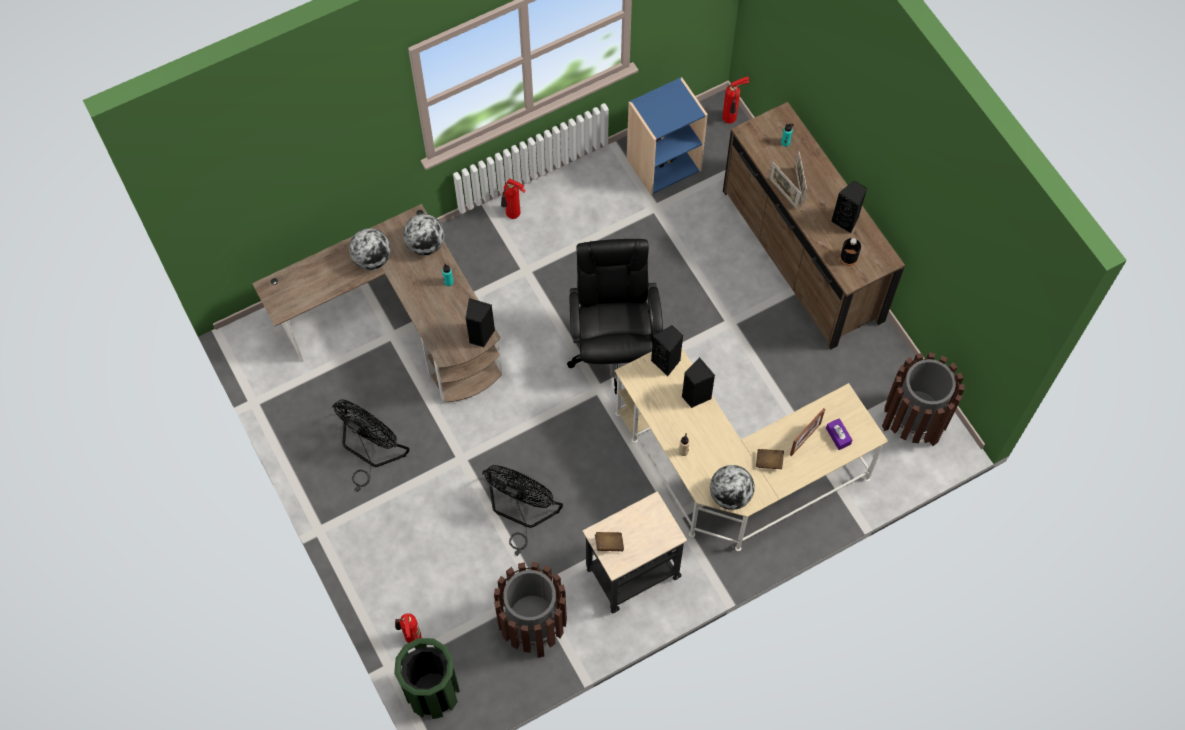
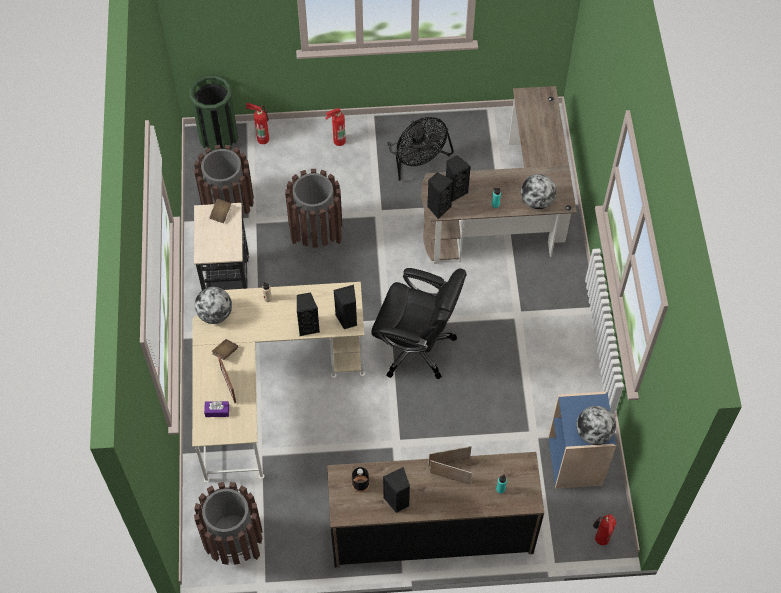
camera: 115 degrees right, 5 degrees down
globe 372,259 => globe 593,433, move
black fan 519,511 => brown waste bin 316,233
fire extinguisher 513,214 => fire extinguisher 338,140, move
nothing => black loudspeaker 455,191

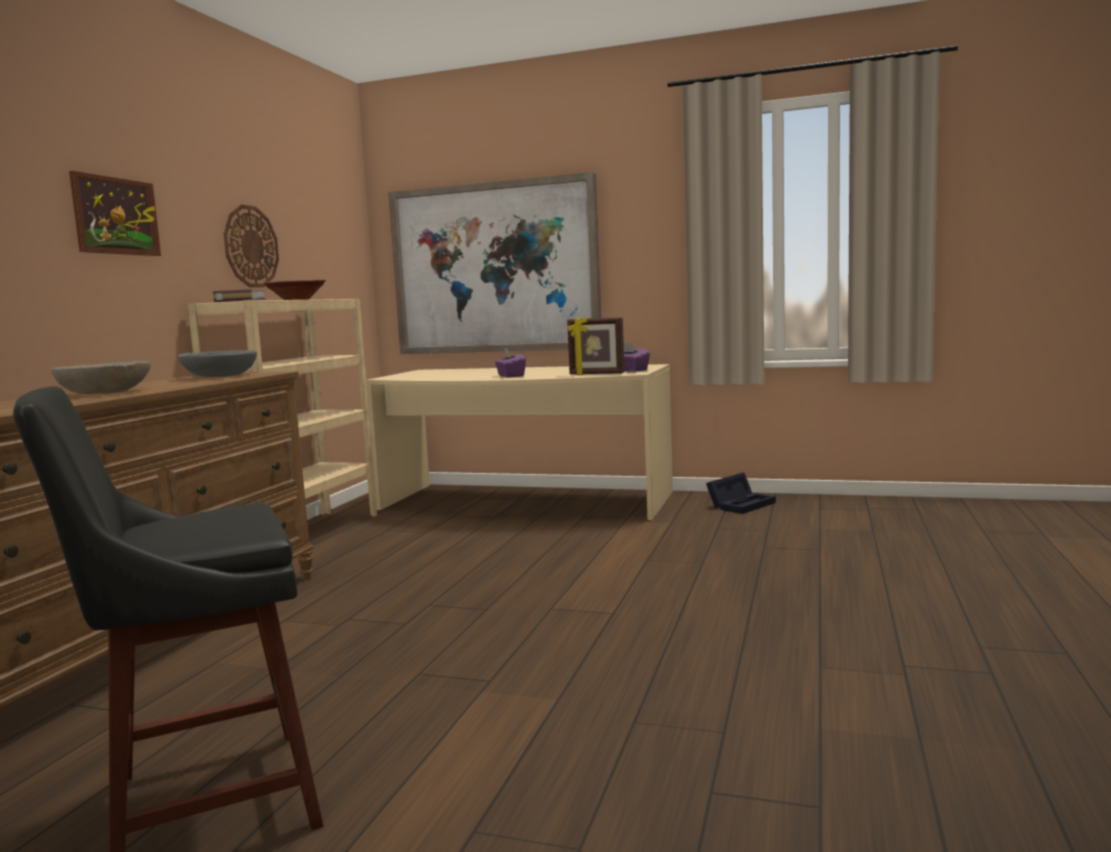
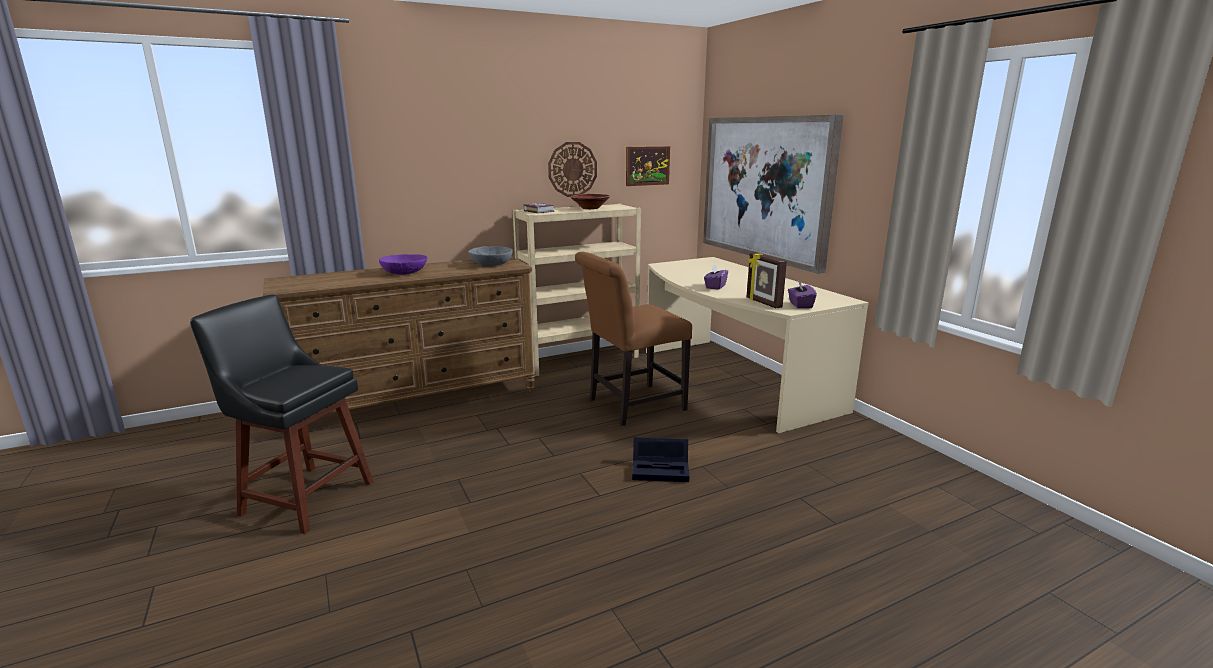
camera: 45 degrees right, 10 degrees up
grey serving bowl 106,392 => purple-coloured serving bowl 405,272
wall picture 116,216 => wall picture 647,166, move
black storage box 741,504 => black storage box 662,469, move
nothing => brown upright chair 630,406

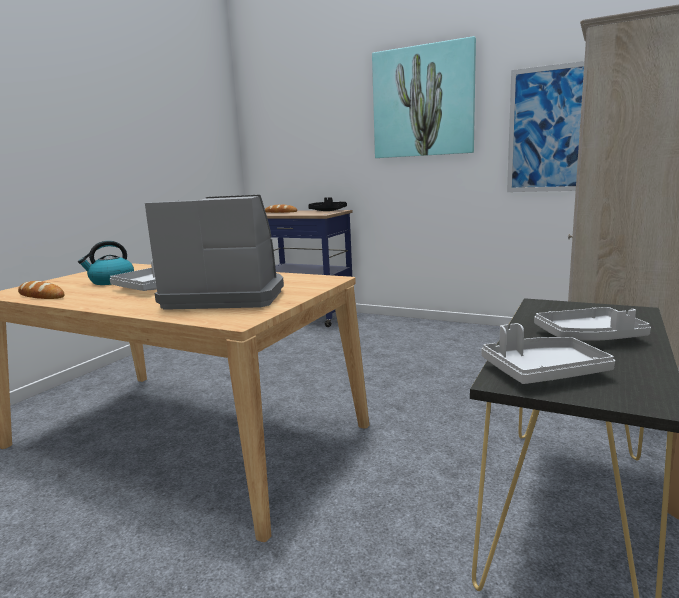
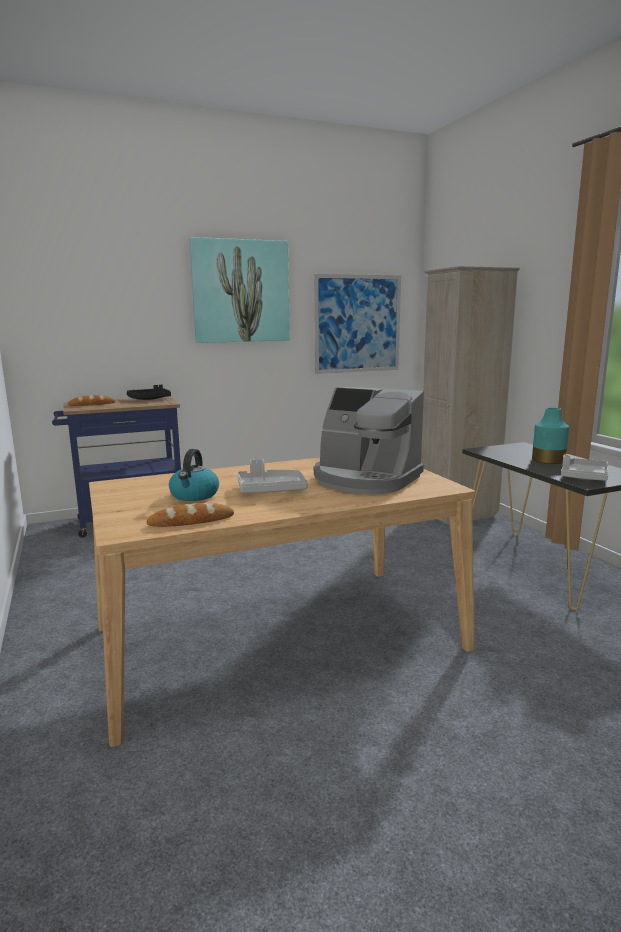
camera: 50 degrees left, 0 degrees up
coffee machine 225,296 => coffee machine 365,479, 105 degrees counterclockwise
grey carrying tray 589,337 => blue-green vase 548,460

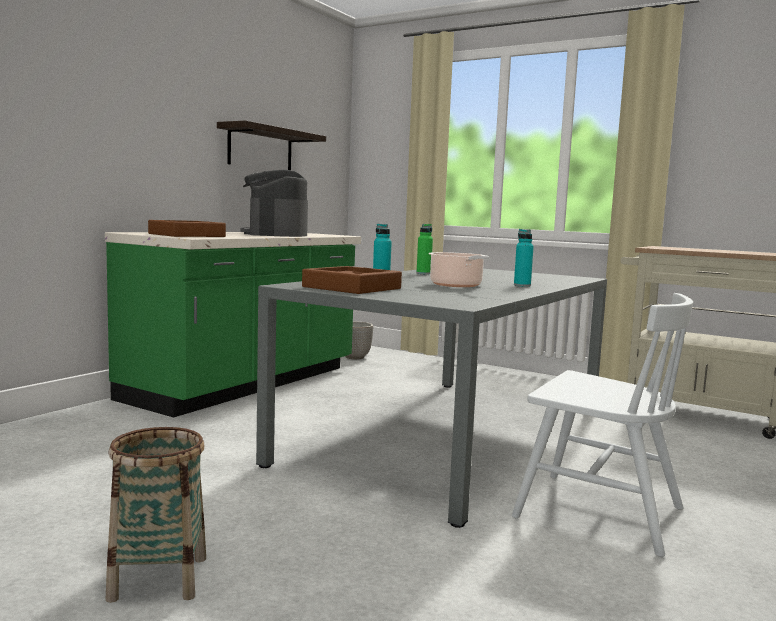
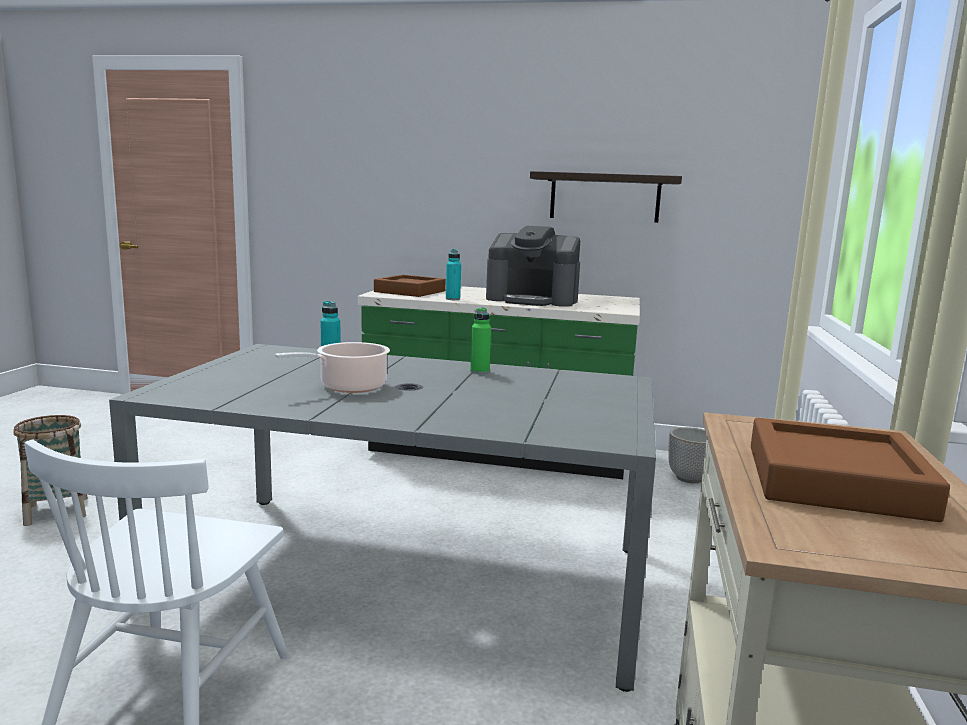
camera: 70 degrees right, 5 degrees up
coffee machine 275,234 => coffee machine 533,300, 135 degrees counterclockwise
brown carrying tray 352,288 => brown carrying tray 835,481, move
blue-green bottle 522,285 => blue-green bottle 452,299, move

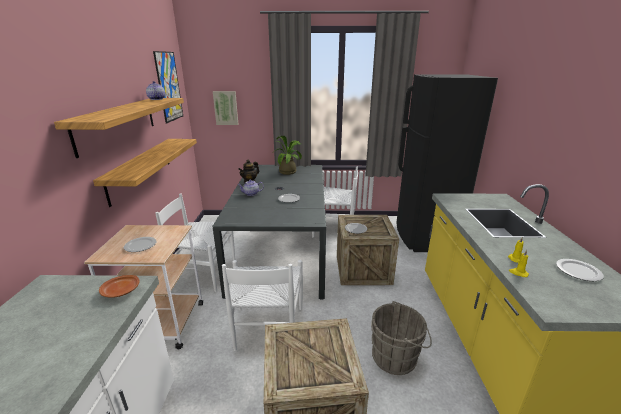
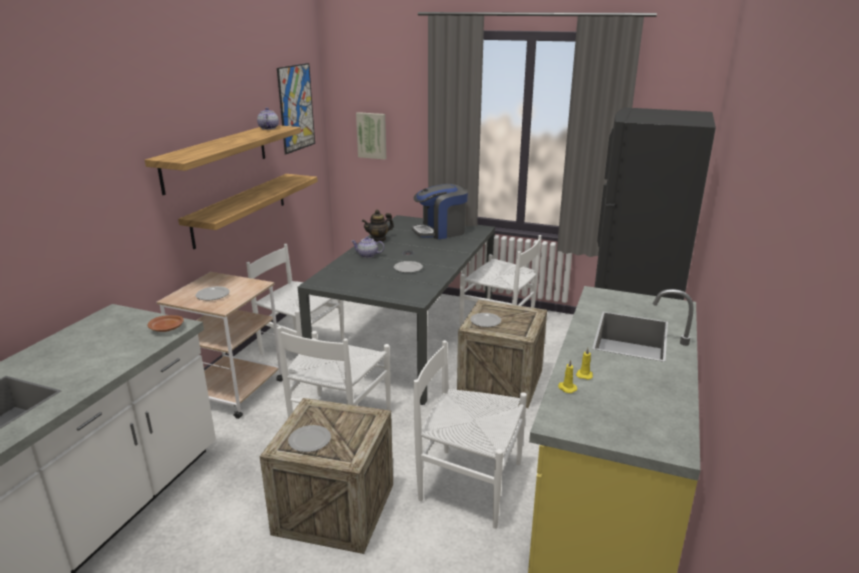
camera: 20 degrees right, 0 degrees up
houseplant 289,171 => coffee machine 440,231
grey bucket 397,357 => whitish upright chair 469,484
dinner plate 579,271 => dinner plate 310,440, move

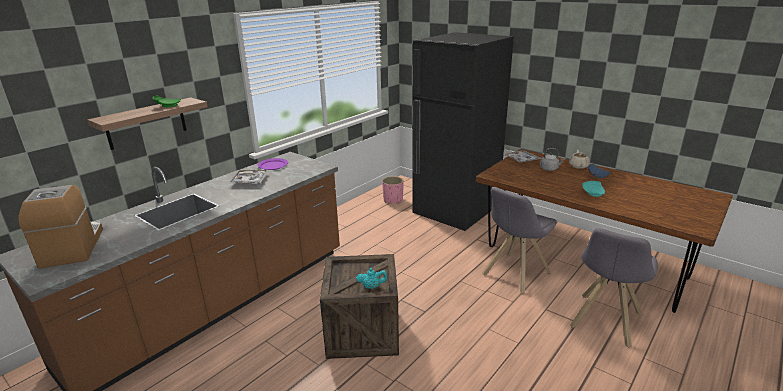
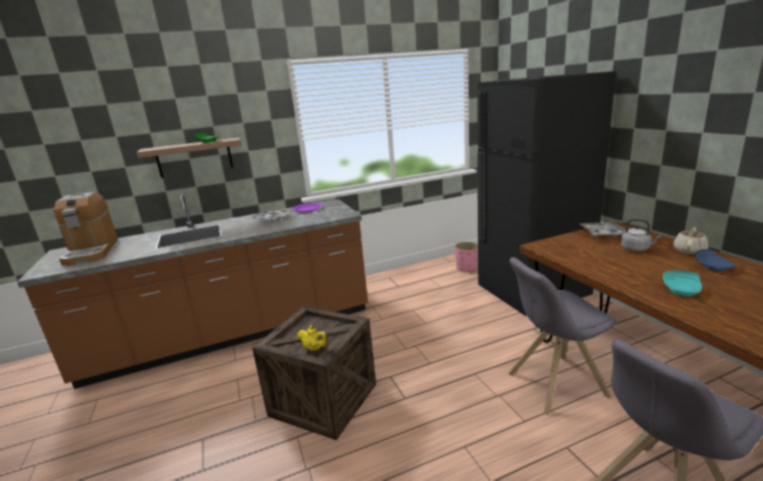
camera: 30 degrees right, 5 degrees down
coffee machine 72,247 => coffee machine 91,252, 150 degrees clockwise
blue-green tea pot 372,287 => yellowish tea pot 314,348

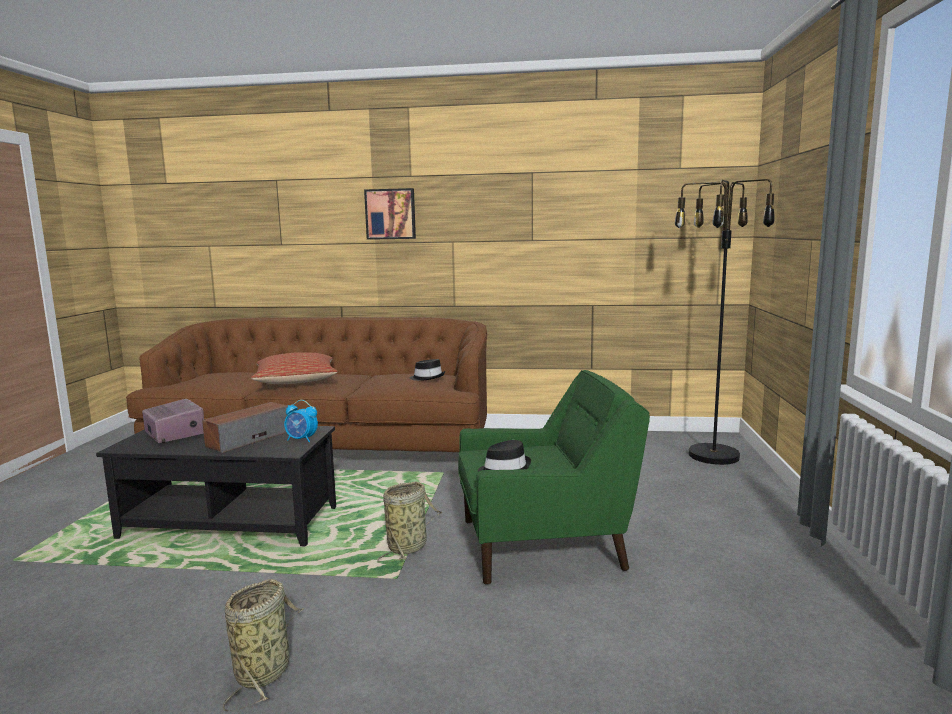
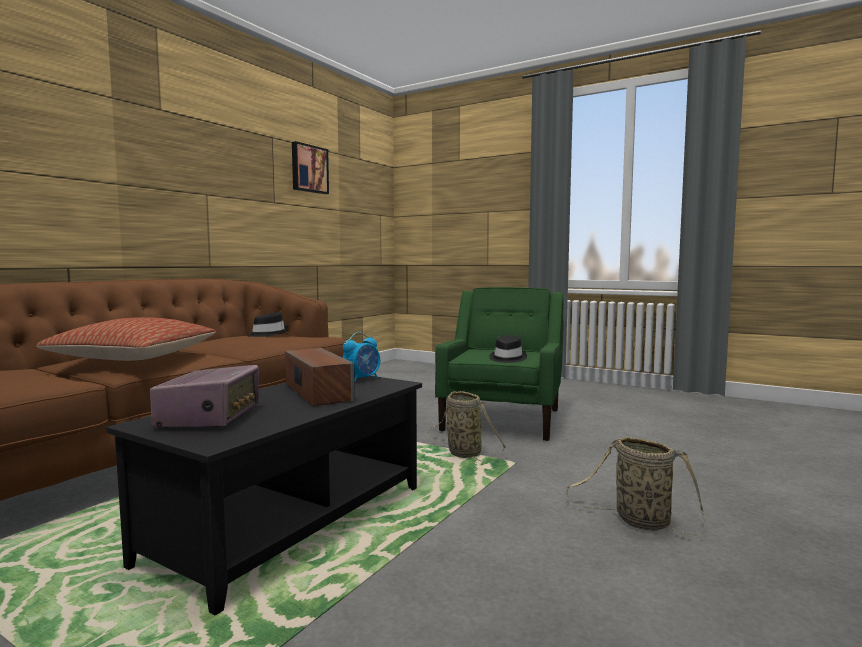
camera: 65 degrees left, 5 degrees down
radio receiver 175,434 => radio receiver 210,417, 105 degrees clockwise
wall picture 390,214 => wall picture 309,169, move
standard lamp 712,455 => nothing

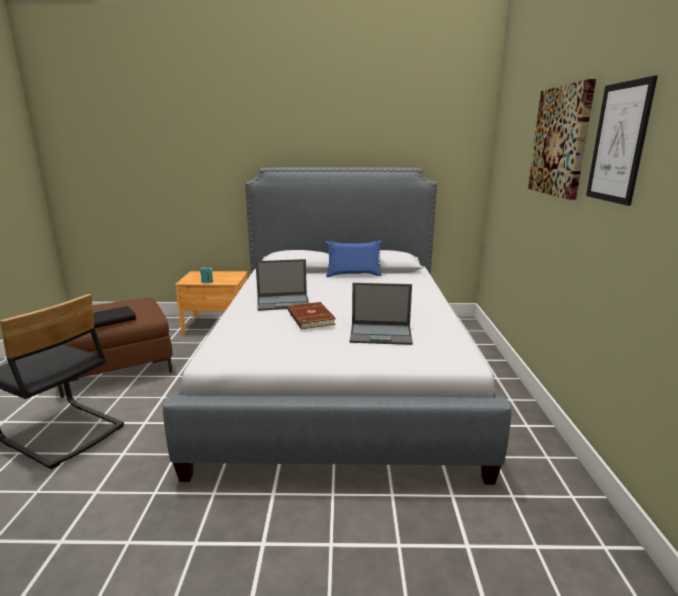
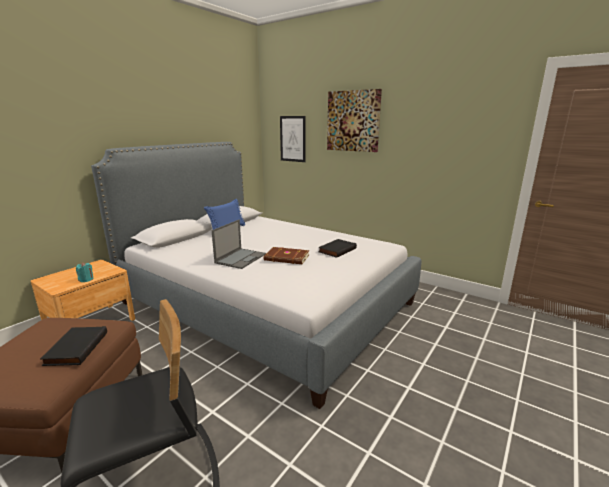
camera: 55 degrees left, 0 degrees up
laptop 381,334 => black bound book 336,250
wall picture 618,143 => wall picture 292,139, move

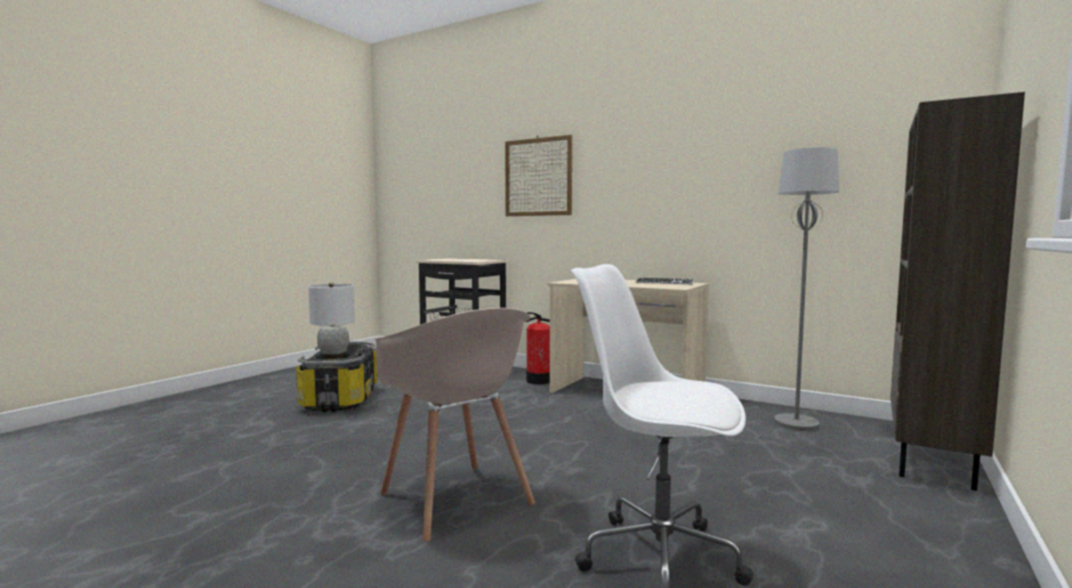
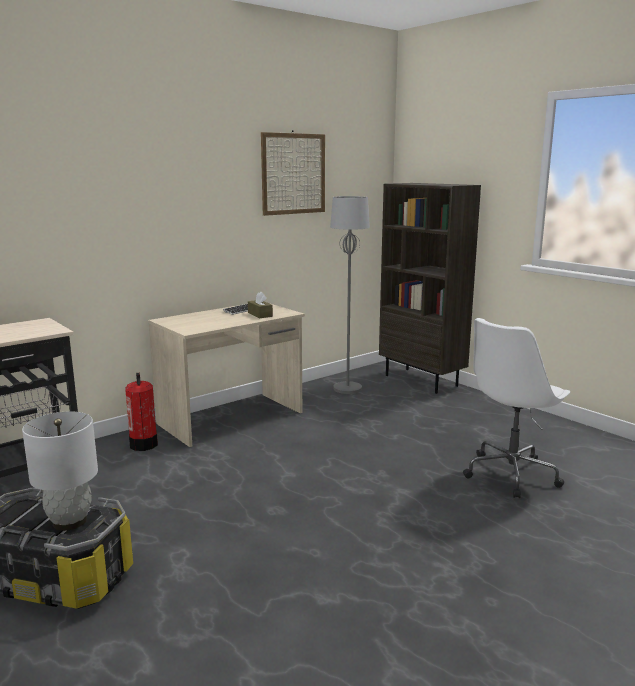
camera: 70 degrees left, 10 degrees up
beige upright chair 456,500 => nothing
wall picture 538,176 => wall picture 293,172, move
nothing => brown tissue holder 260,314

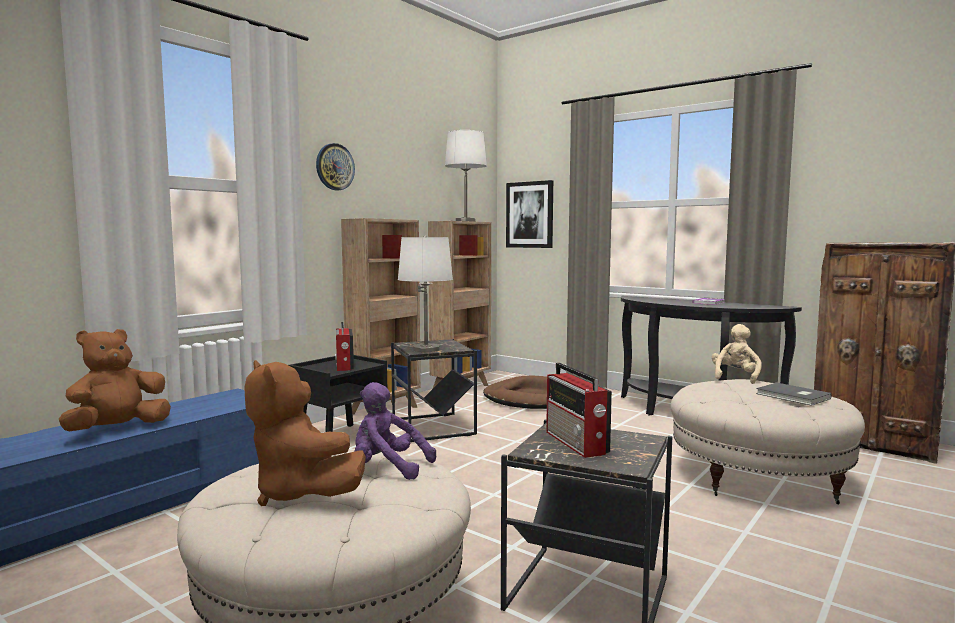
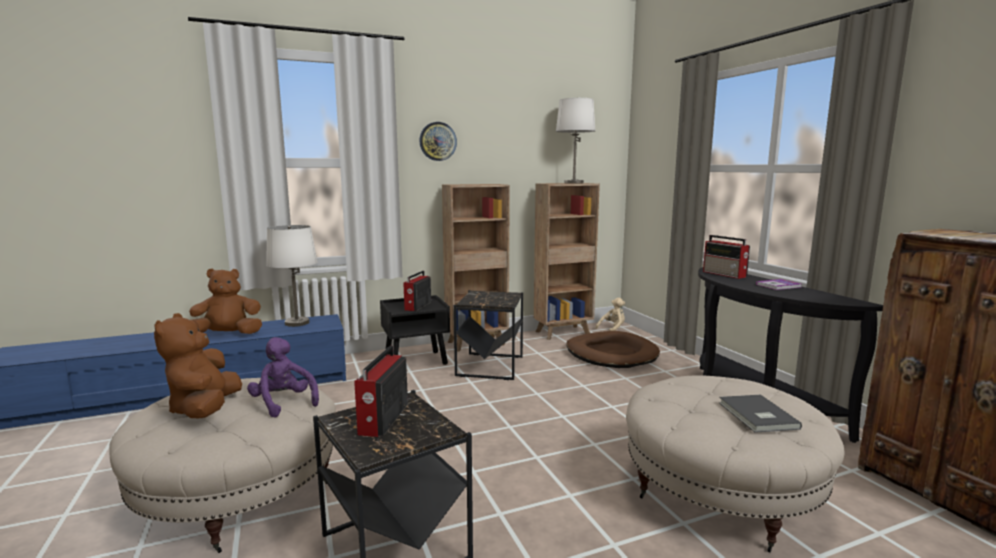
camera: 30 degrees right, 5 degrees up
whitish table lamp 426,349 => whitish table lamp 297,323, move
wall picture 530,215 => nothing
beige plush toy 735,377 => beige plush toy 612,329, move
nothing => radio receiver 725,274

